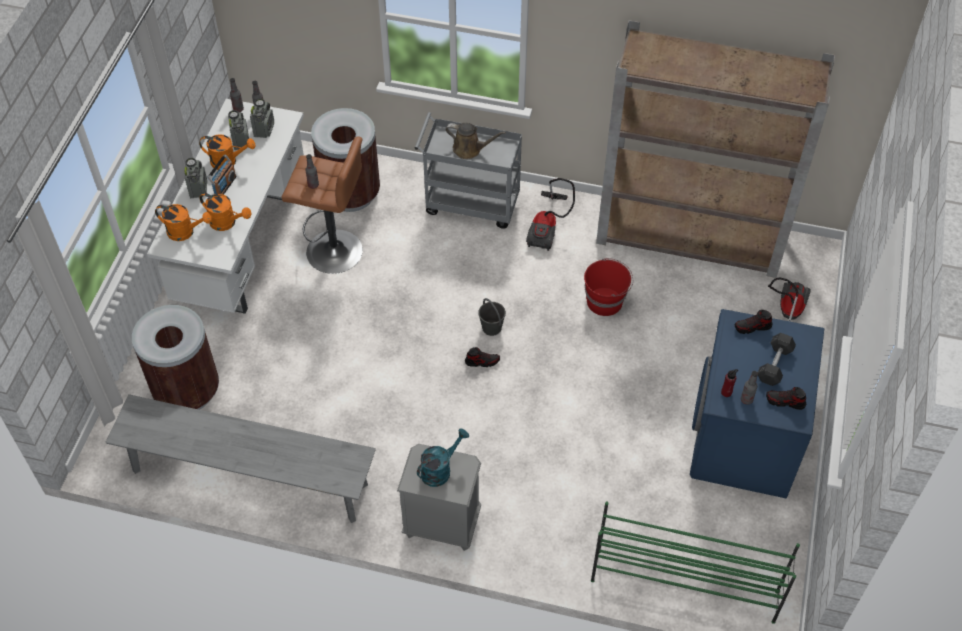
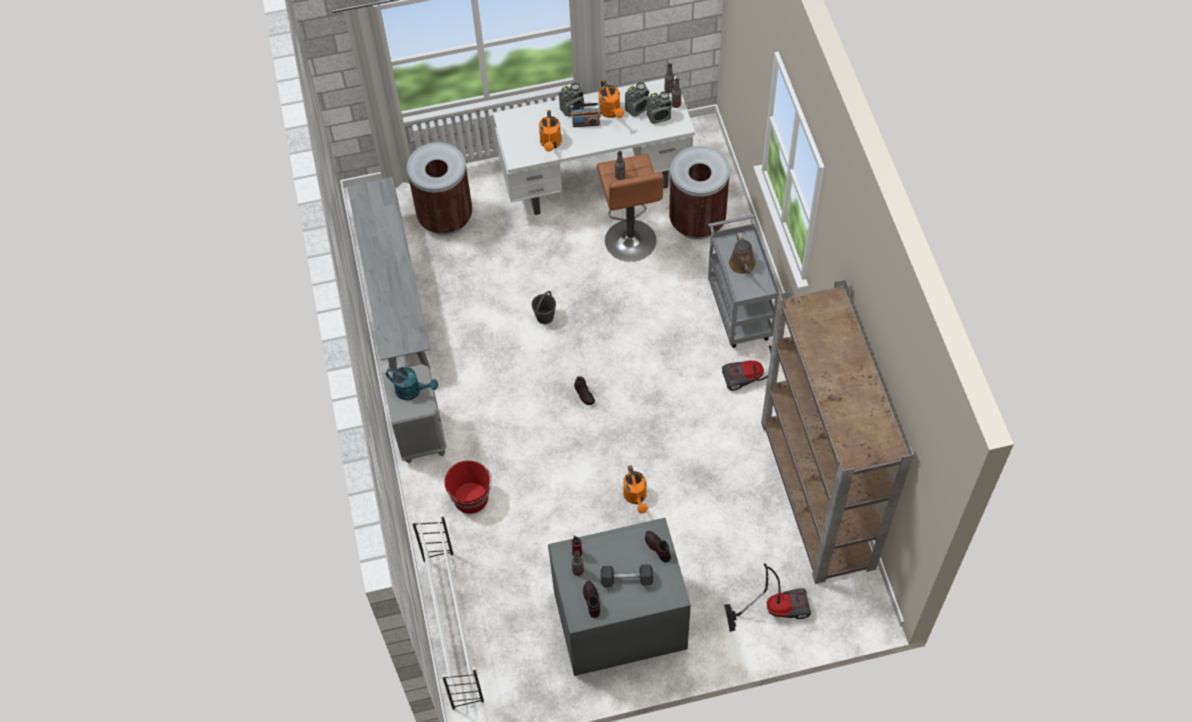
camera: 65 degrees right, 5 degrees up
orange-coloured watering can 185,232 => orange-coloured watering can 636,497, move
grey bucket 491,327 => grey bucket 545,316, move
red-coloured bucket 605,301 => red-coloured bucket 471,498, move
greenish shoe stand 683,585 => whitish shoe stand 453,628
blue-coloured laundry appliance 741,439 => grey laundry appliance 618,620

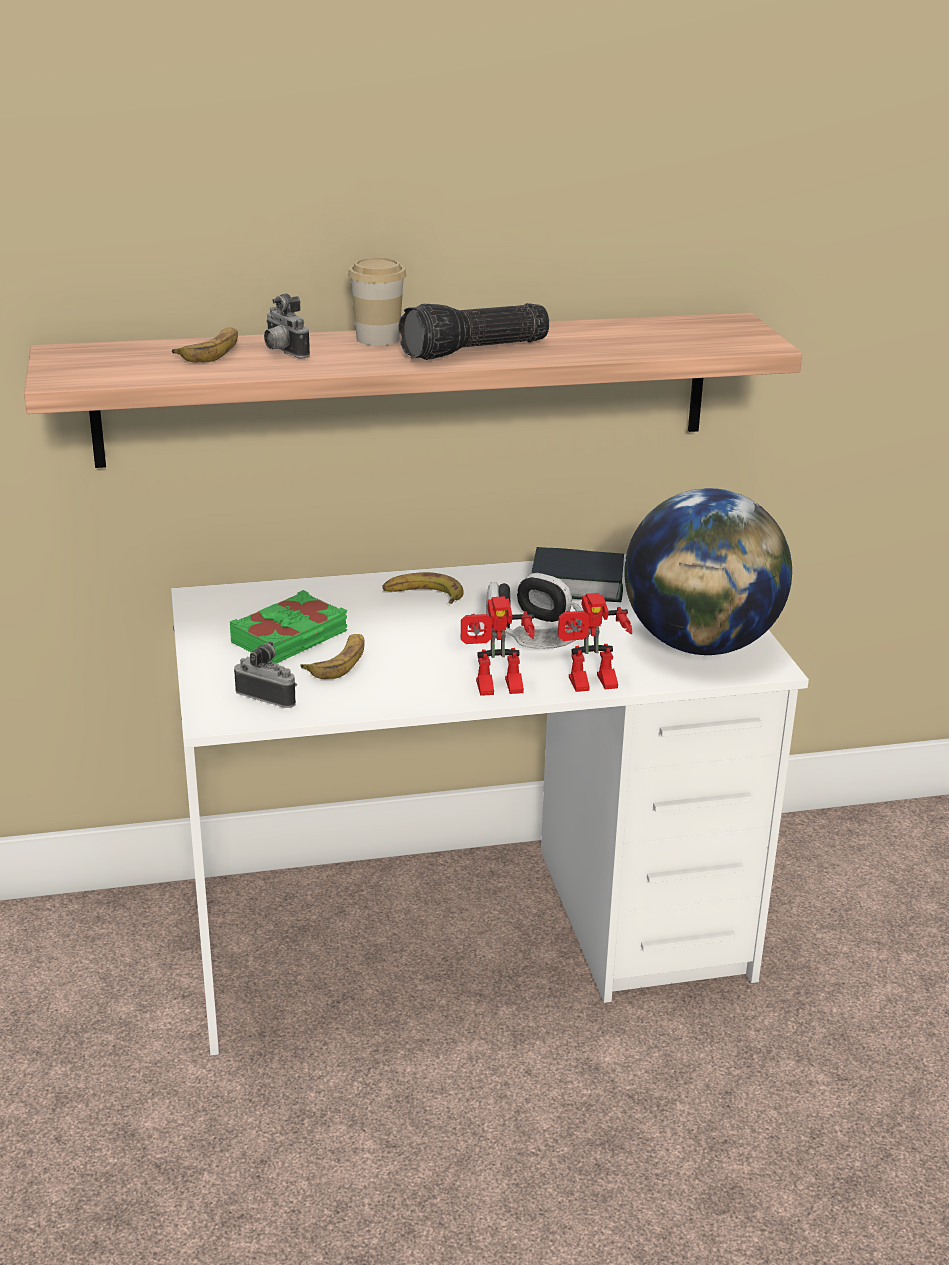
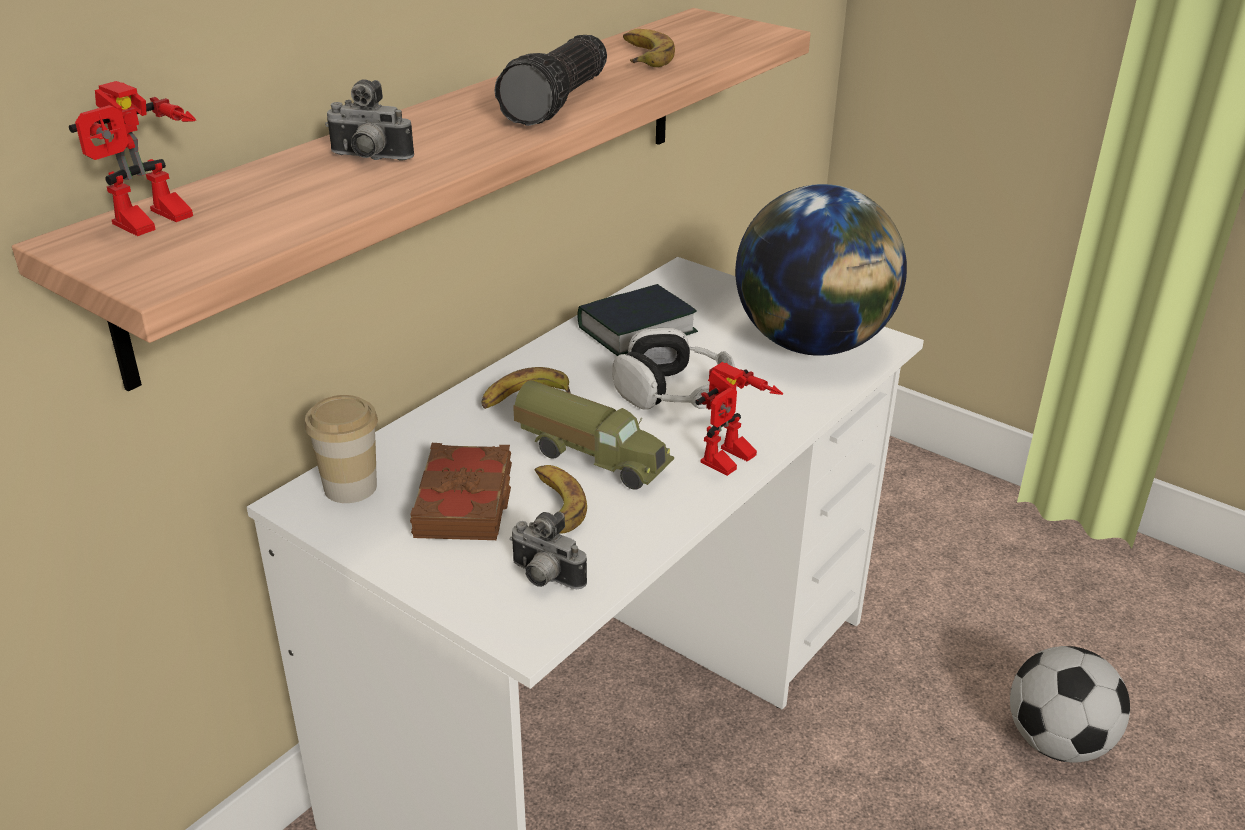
camera: 40 degrees left, 5 degrees up
banana 212,352 => banana 643,56, move
greenish bound book 290,637 => brown bound book 465,502
photo camera 269,696 => photo camera 544,578, 135 degrees counterclockwise
drinking cup 378,339 => drinking cup 350,487, move
robot figure 591,686 => robot figure 153,224, move
nothing => model truck 593,457
nothing => football 1057,742

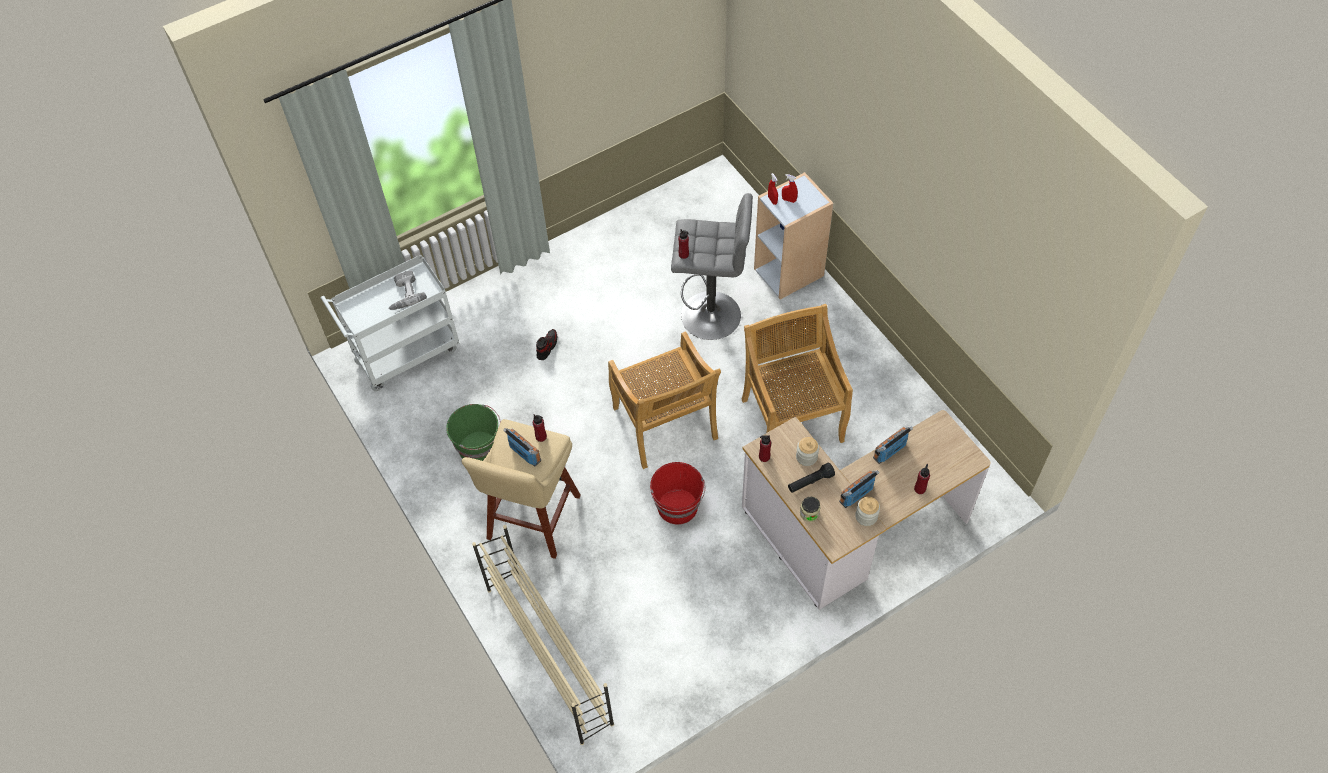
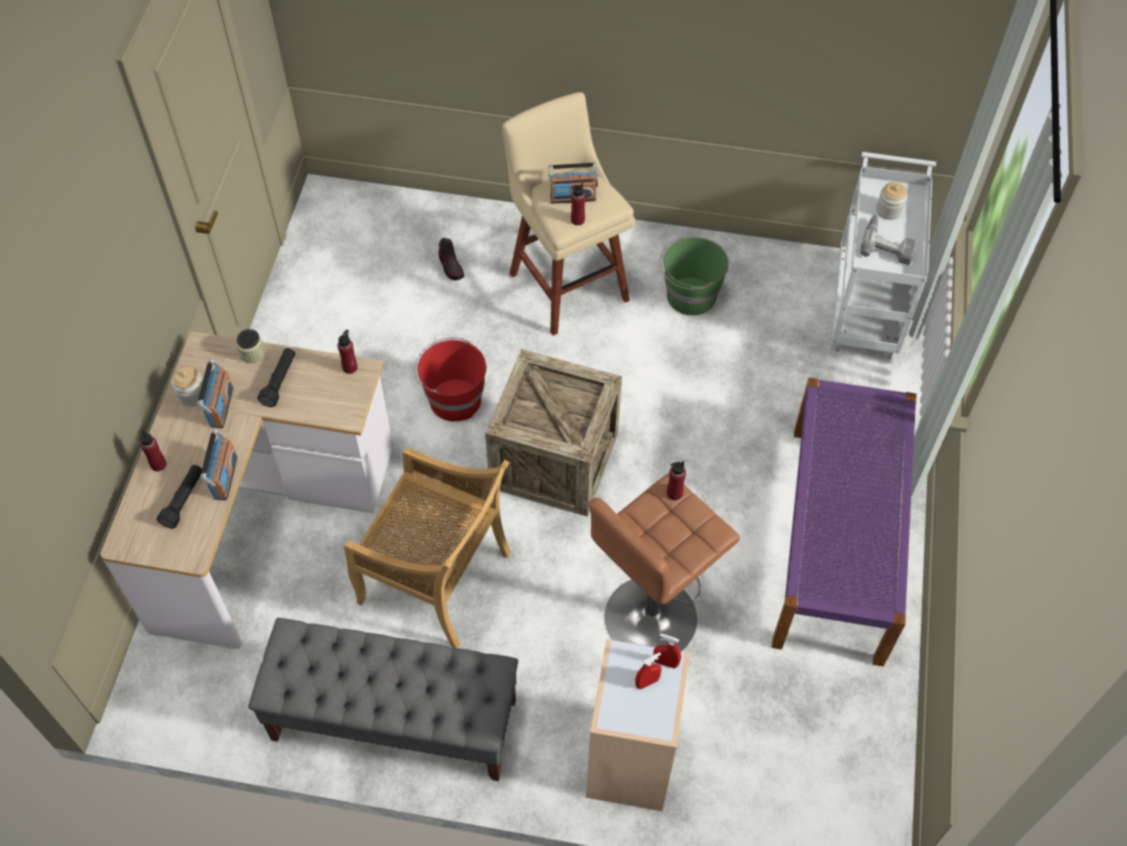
camera: 130 degrees right, 0 degrees up
beige shoe stand 548,654 => nothing
shoe 547,347 => shoe 451,266, move
beige upright chair 665,425 => packing crate 554,460
grey stool 711,316 => brown stool 649,618
jar 806,457 => jar 889,210, move
nothing => black flashlight 184,500
nothing => grey indoor bench 393,720
nothing => purple-coloured indoor bench 837,542

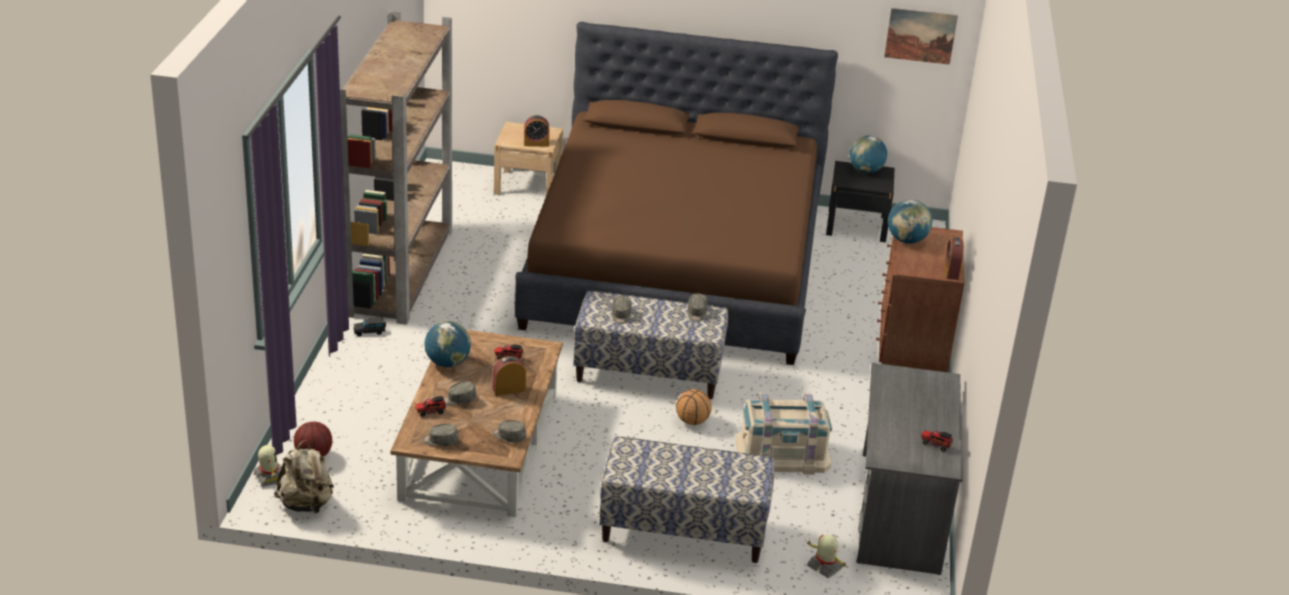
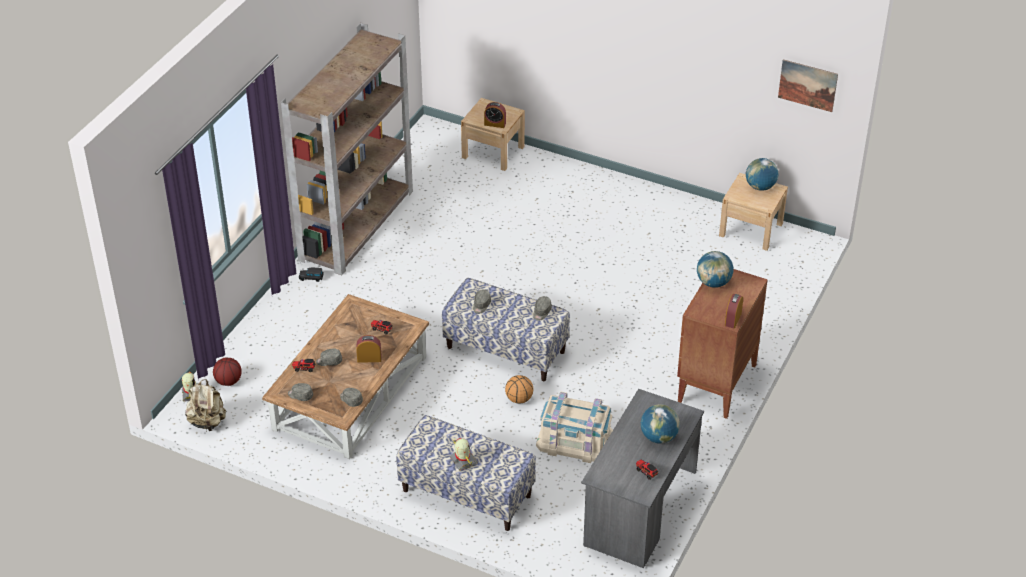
camera: 20 degrees right, 10 degrees up
globe 447,363 => globe 659,437, move
brown bedroom bed 675,264 => nothing
robot figure 825,567 => robot figure 463,461, move
black bedside table 856,225 => beige bedside table 751,229

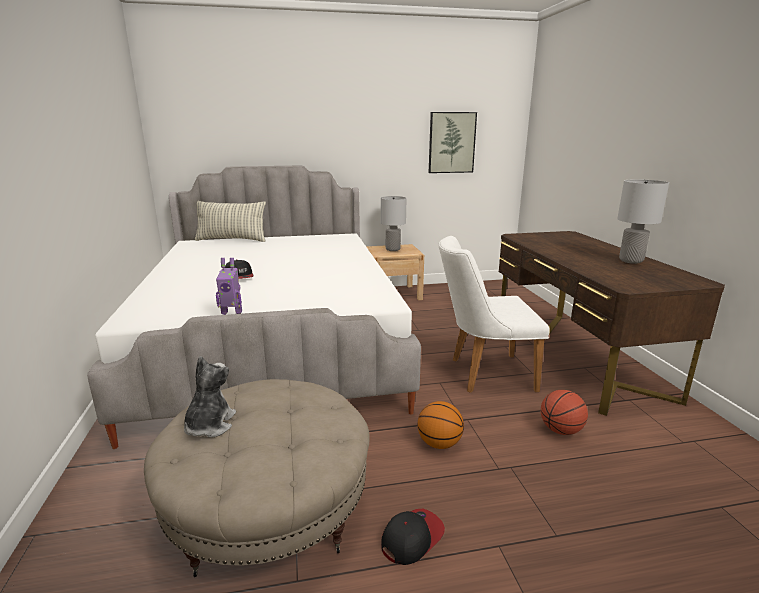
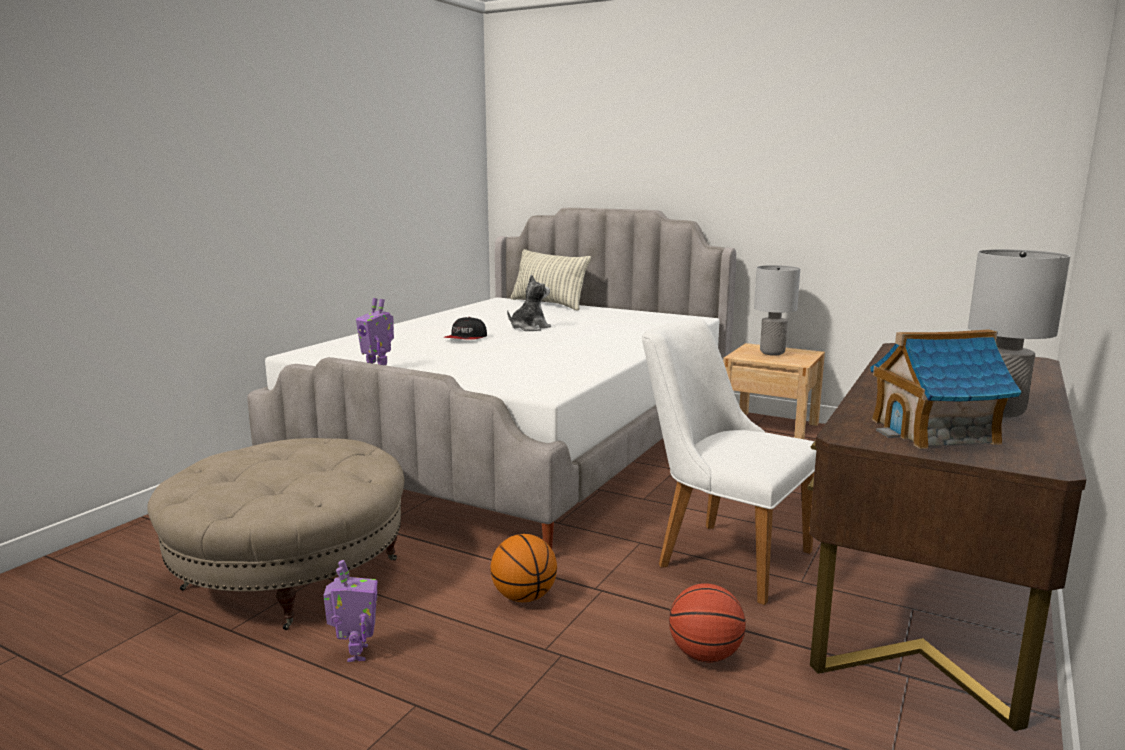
camera: 40 degrees right, 5 degrees down
plush toy 209,425 => plush toy 529,328, move
baseball cap 412,538 => robot figure 355,653
wall picture 451,142 => nothing
nothing => toy house 935,431

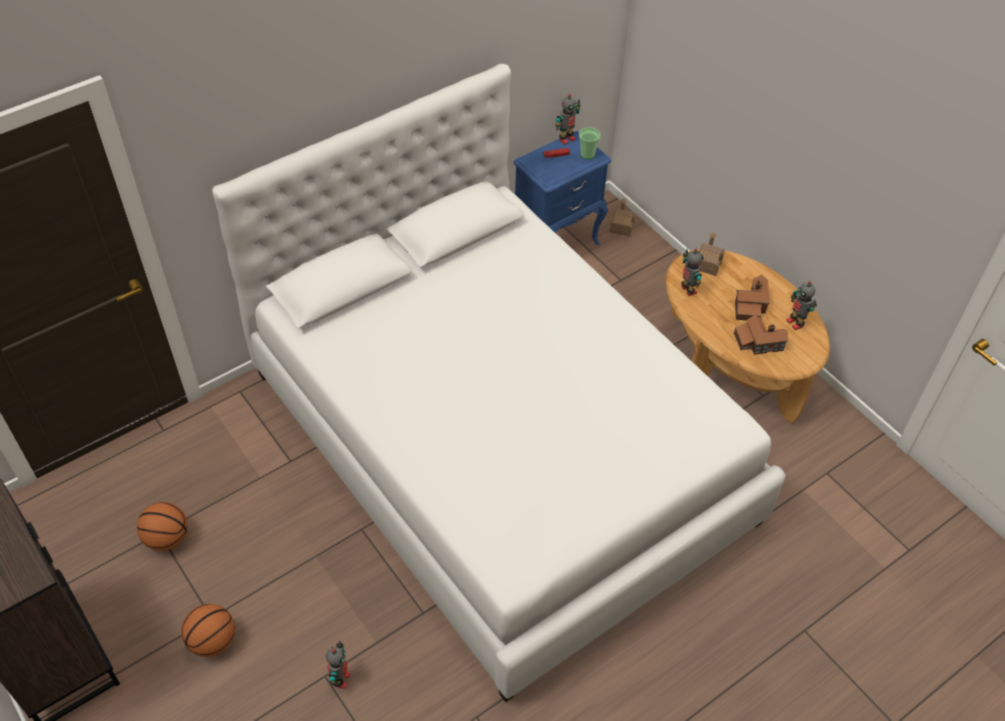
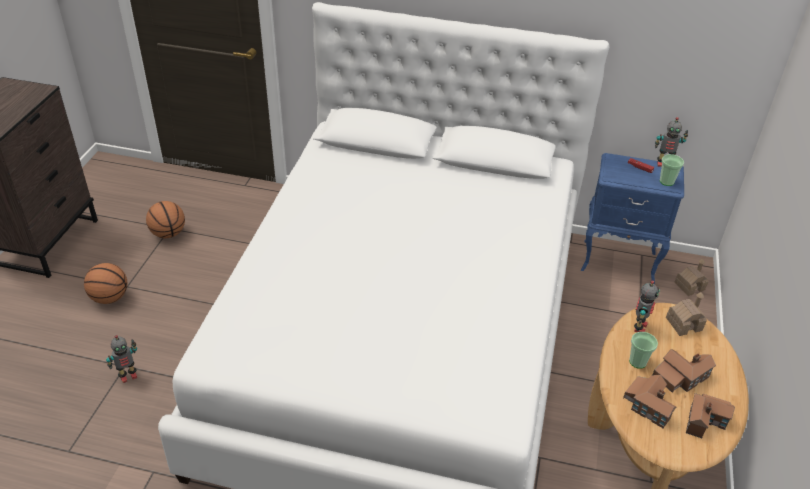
camera: 50 degrees right, 10 degrees down
robot figure 795,323 => toy house 706,420
nothing => drinking cup 638,362

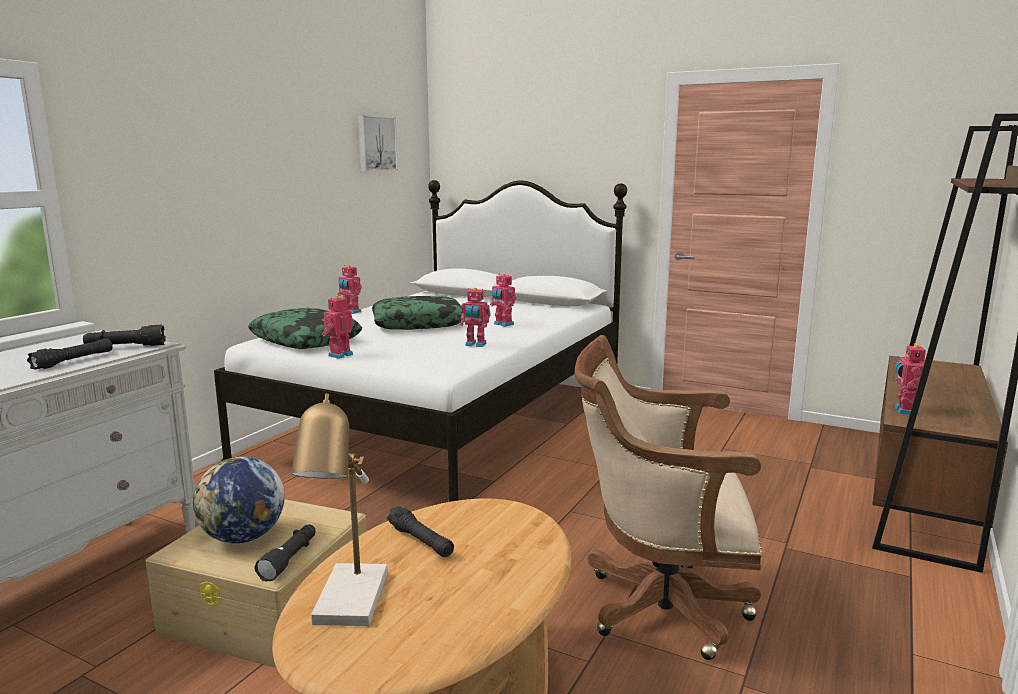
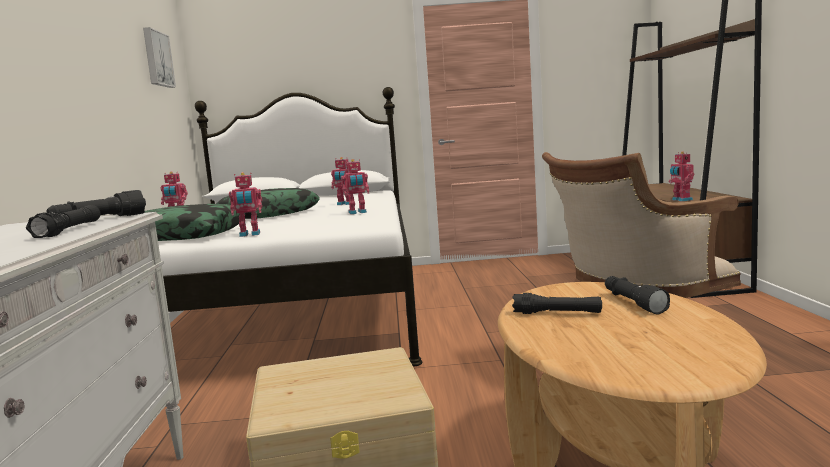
camera: 30 degrees left, 5 degrees down
globe 243,538 => nothing
black flashlight 290,559 => black flashlight 632,303, move
table lamp 350,606 => nothing
robot figure 339,355 => robot figure 249,234, 105 degrees counterclockwise

